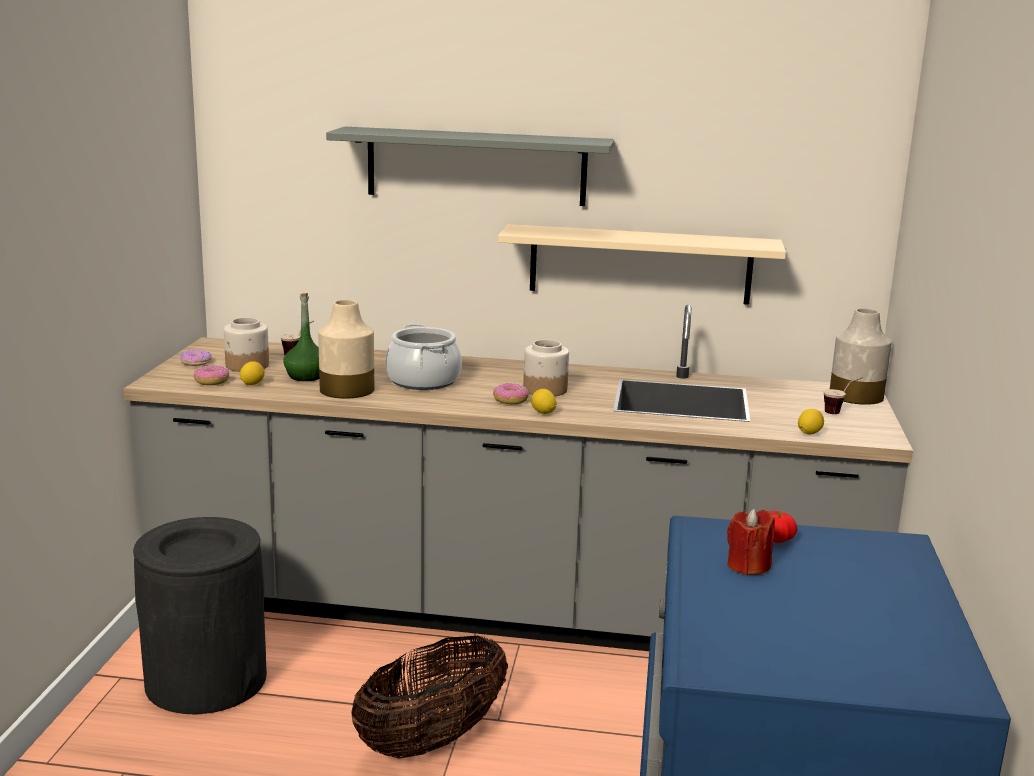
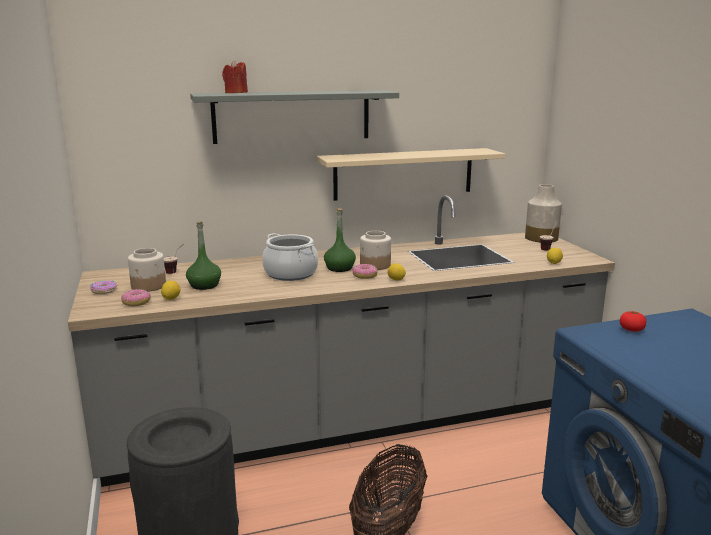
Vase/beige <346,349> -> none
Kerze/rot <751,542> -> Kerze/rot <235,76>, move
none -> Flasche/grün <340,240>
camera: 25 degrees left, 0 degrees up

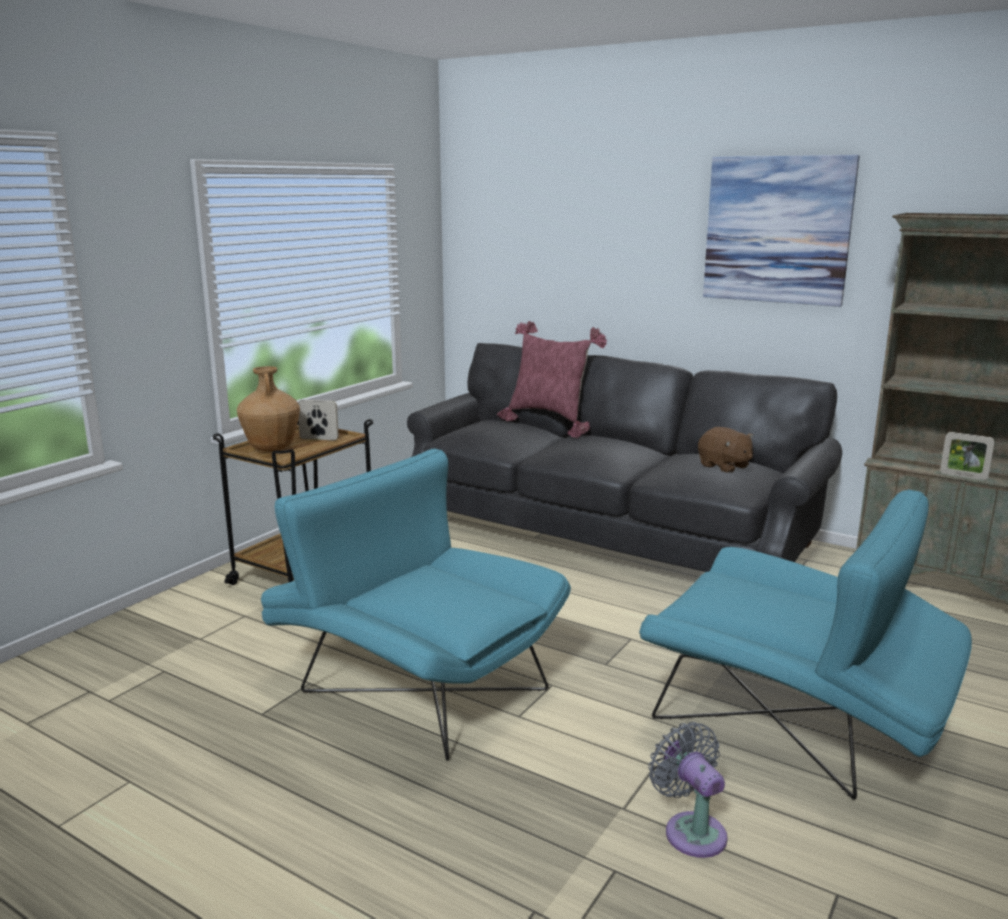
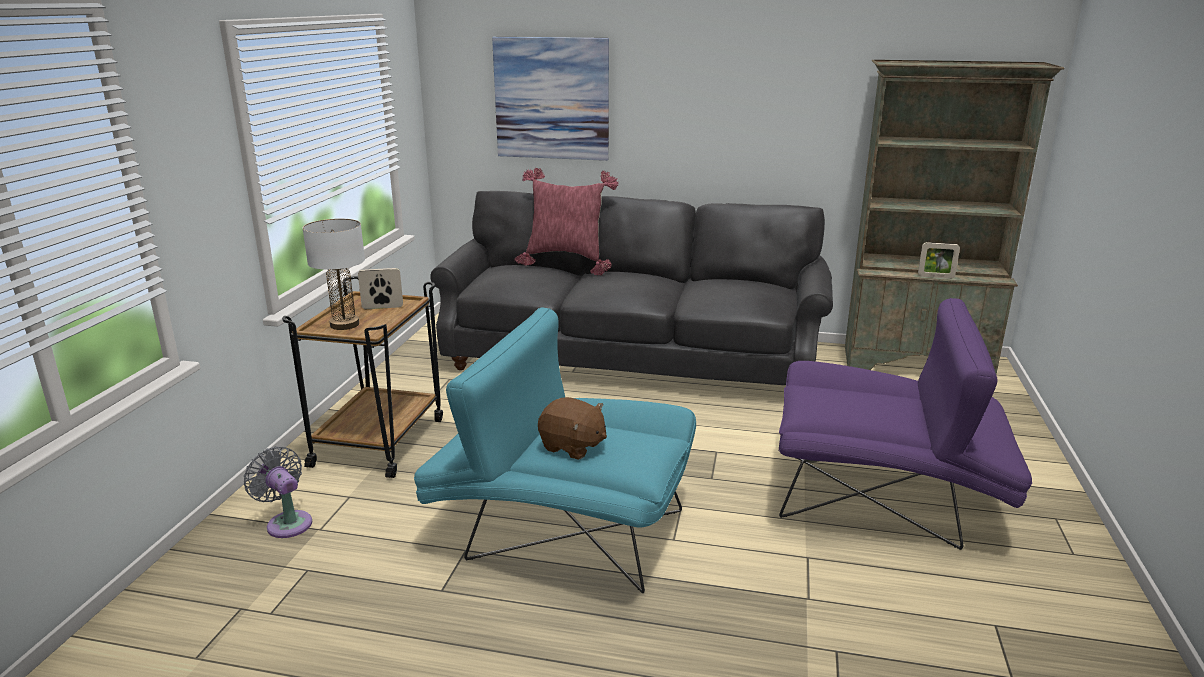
Vase/braun <268,409> -> Tischlampe <334,274>
Sessel/türkis <805,644> -> Sessel/lila <905,424>
Ventilator/grau <688,790> -> Ventilator/grau <278,492>, move
Plüschtier/braun <725,450> -> Plüschtier/braun <572,428>, move
Bild <781,231> -> Bild <550,99>, move
camera: 20 degrees left, 5 degrees up

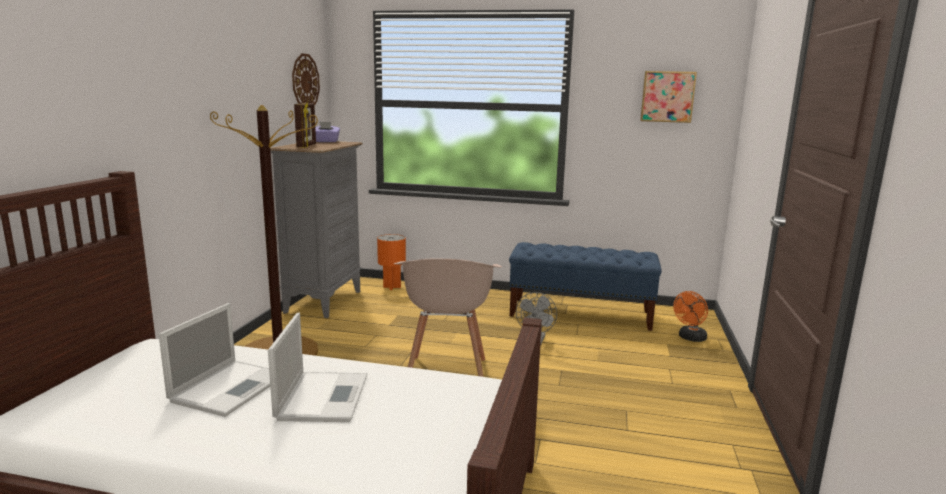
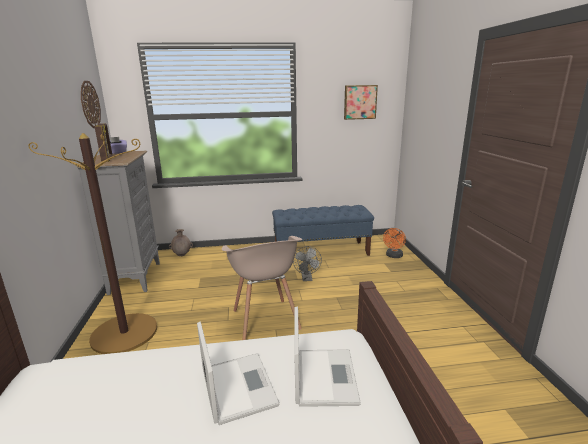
Laptop <214,360> -> Laptop <327,357>, move
Tischlampe/orange <391,262> -> Vase/braun <181,242>
camera: 20 degrees left, 5 degrees up

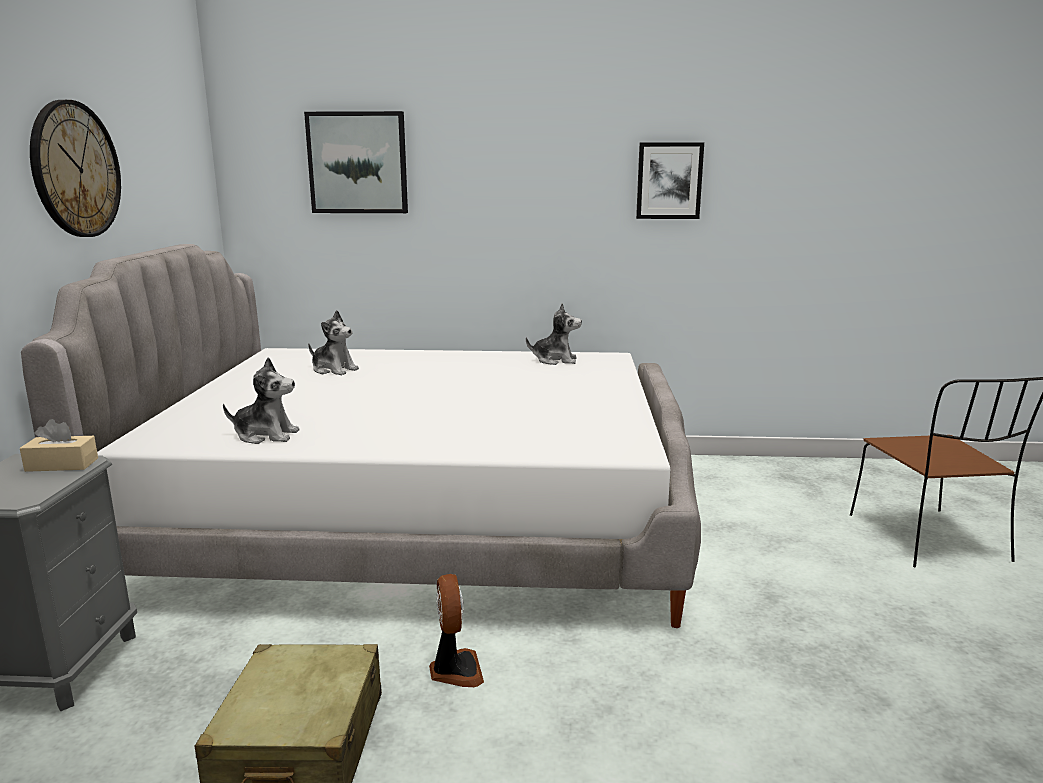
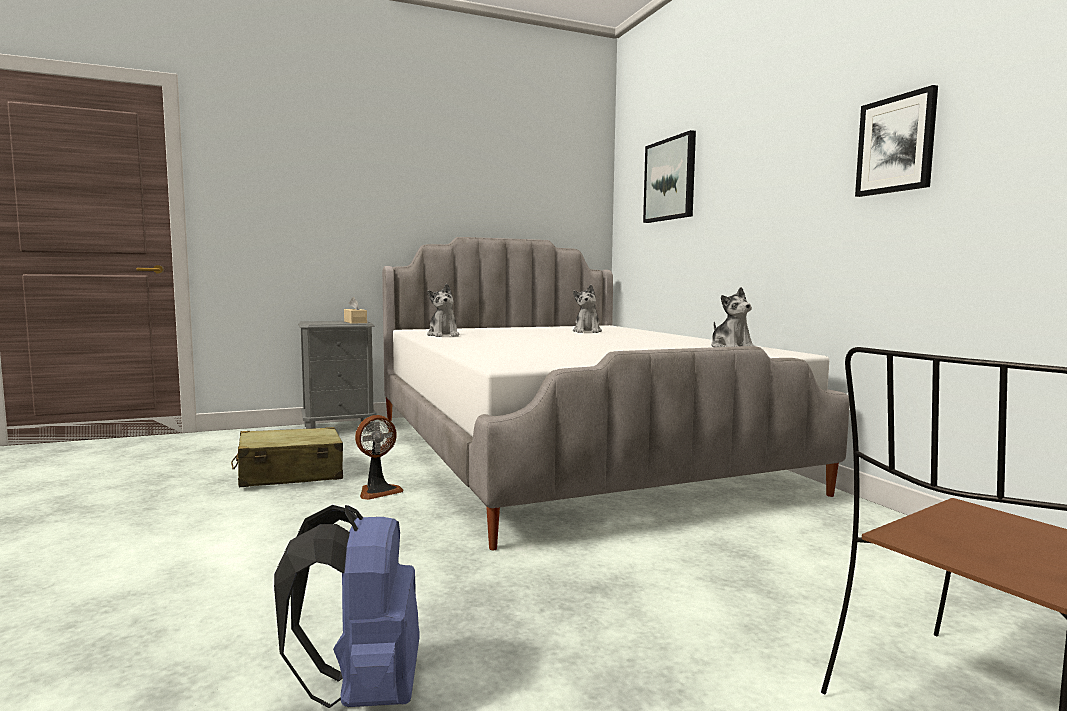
Wanduhr <75,168> -> none
none -> Rucksack/blau <347,606>
camera: 65 degrees right, 10 degrees down

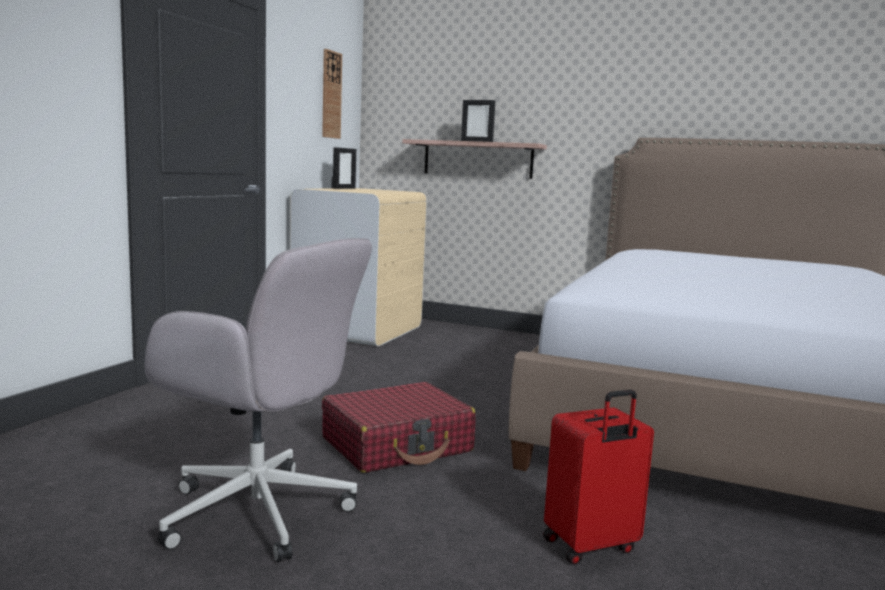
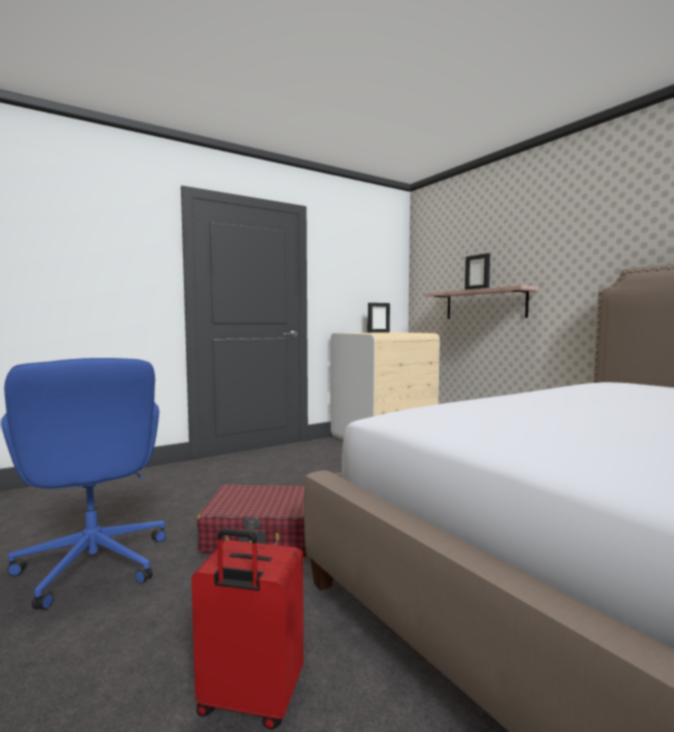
Bürostuhl/grau <258,400> -> Bürostuhl/blau <83,484>
Wanduhr <332,94> -> none
camera: 35 degrees right, 5 degrees down

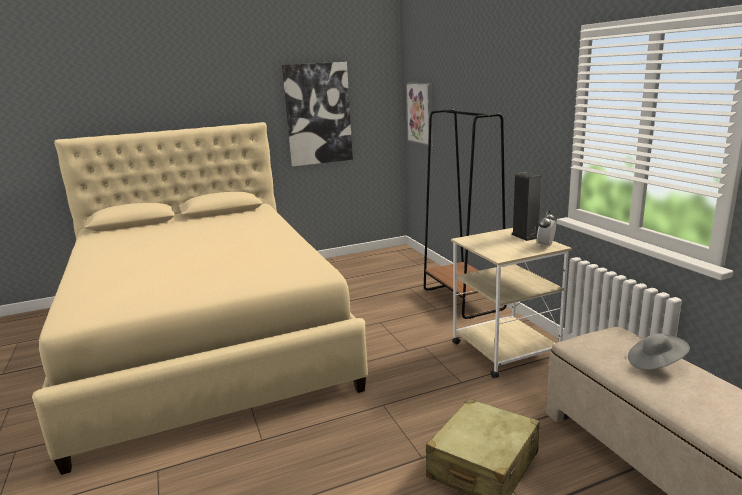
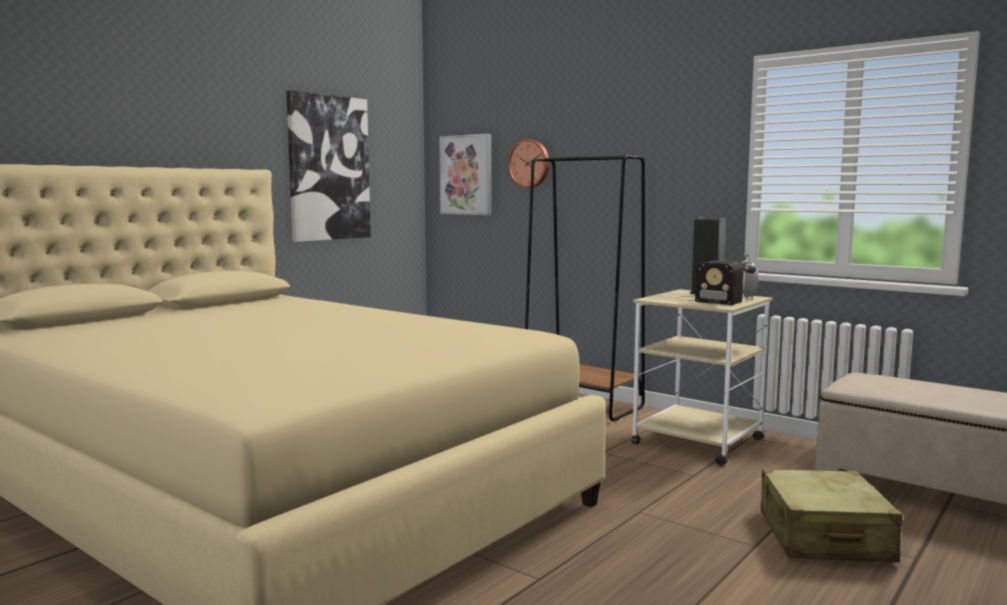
Hut/grau <659,351> -> none
none -> Wanduhr <528,163>
none -> Radio <710,282>
camera: 30 degrees left, 10 degrees down

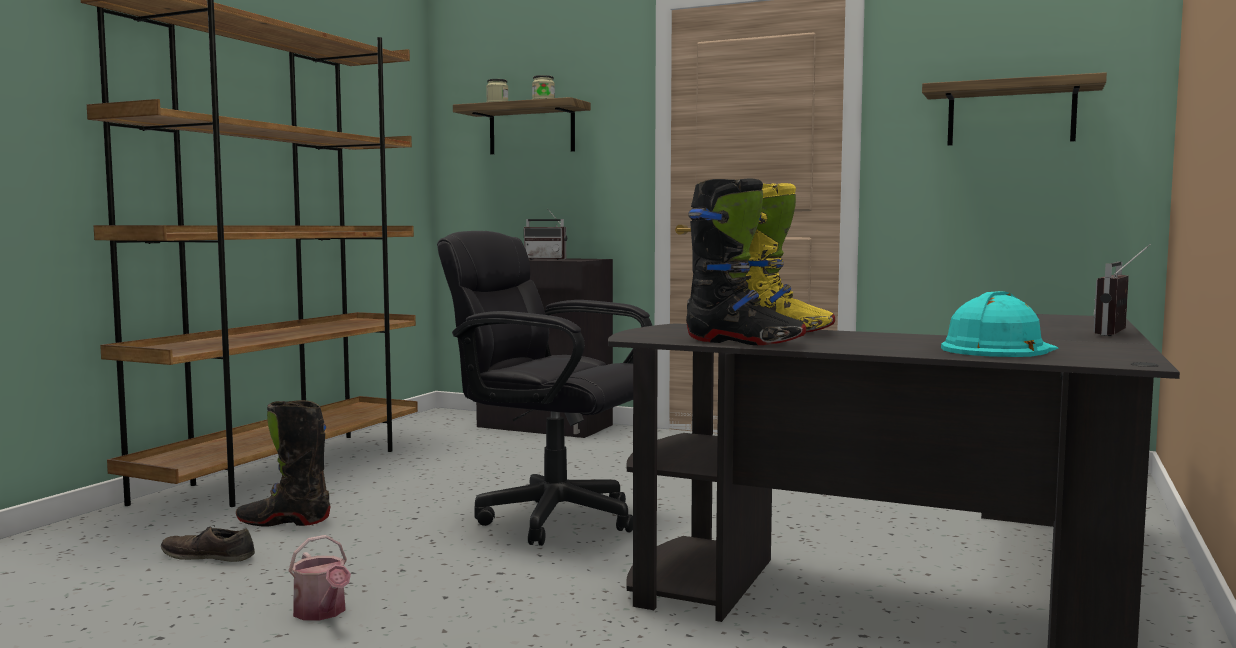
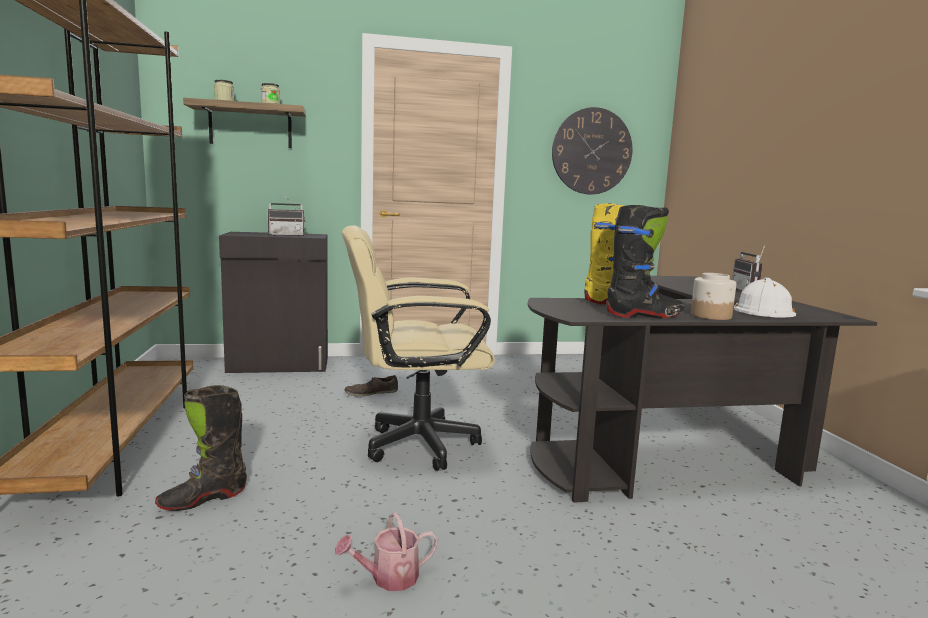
Schuh/braun <208,543> -> Schuh/braun <371,386>, move
Gießkanne <319,578> -> Gießkanne <386,551>, 135 degrees clockwise
Bürostuhl/schwarz <544,388> -> Bürostuhl/beige <418,348>
Wandregal <1014,109> -> Wanduhr <592,151>
Schutzhelm/türkis <1000,324> -> Schutzhelm/weiß <765,298>
none -> Vorratsglas <713,296>
camera: 35 degrees left, 5 degrees up

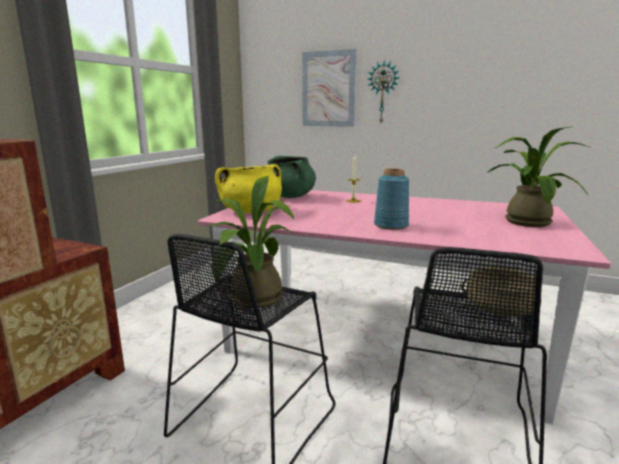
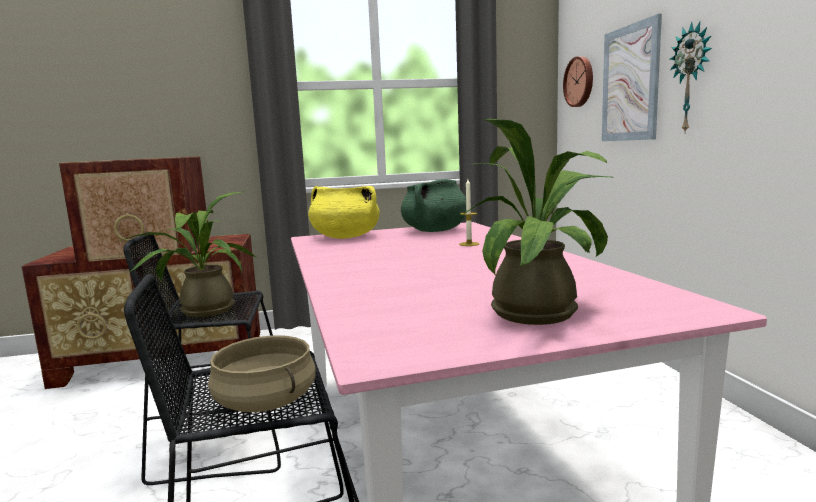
Vase/blau <391,199> -> none
none -> Wanduhr <578,81>
camera: 55 degrees right, 5 degrees down

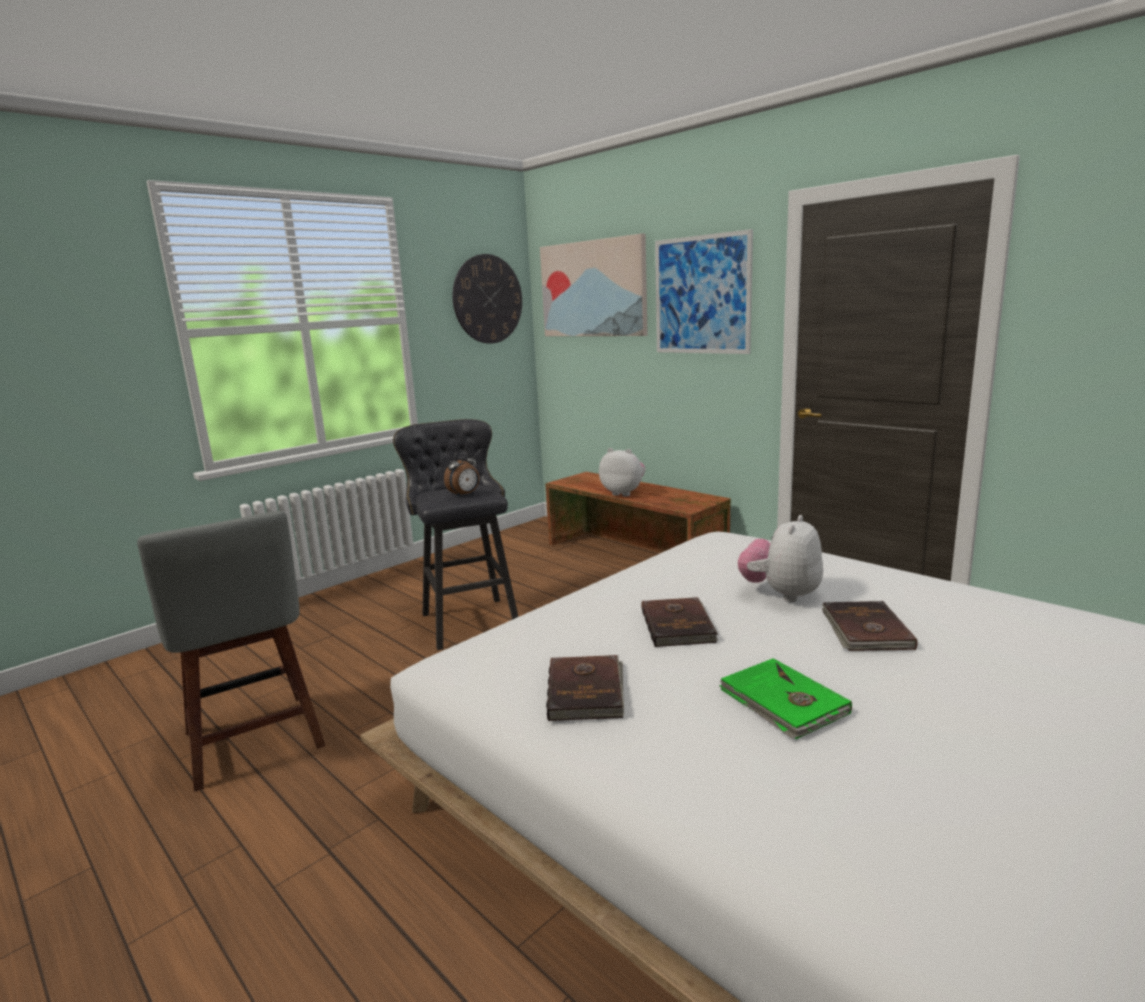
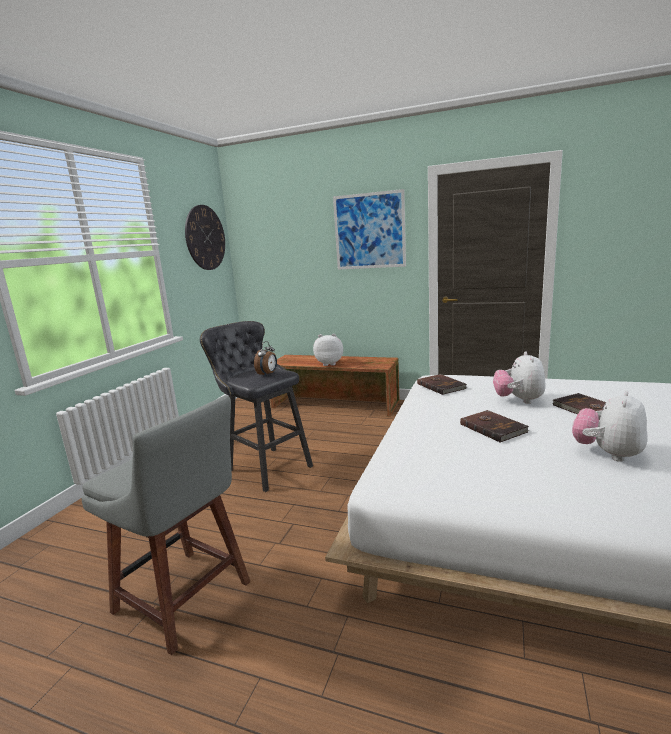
Bild <594,285> -> none
Buch/braun <585,688> -> Buch/braun <442,384>, move
Buch/grün <785,698> -> Plüschtier <609,426>
camera: 25 degrees left, 0 degrees up

